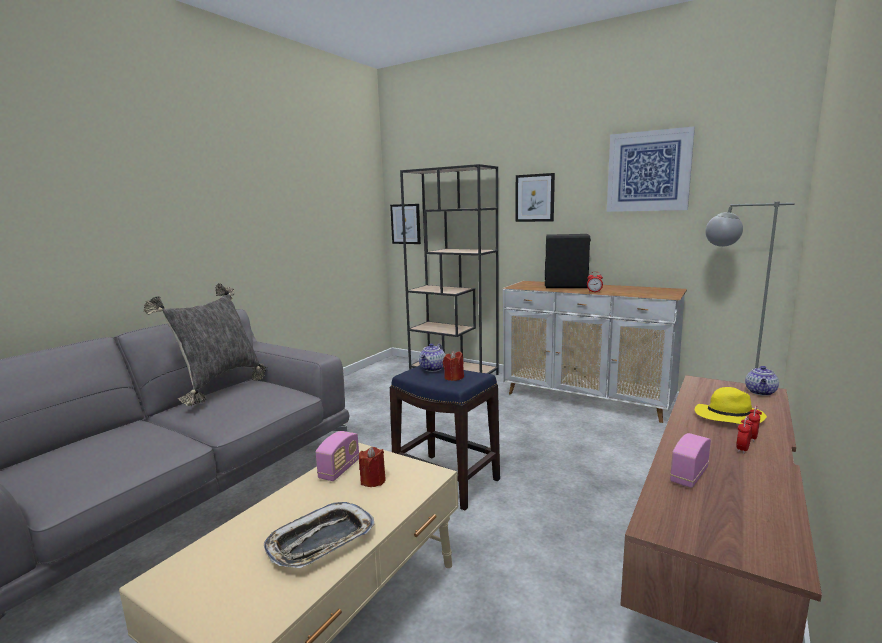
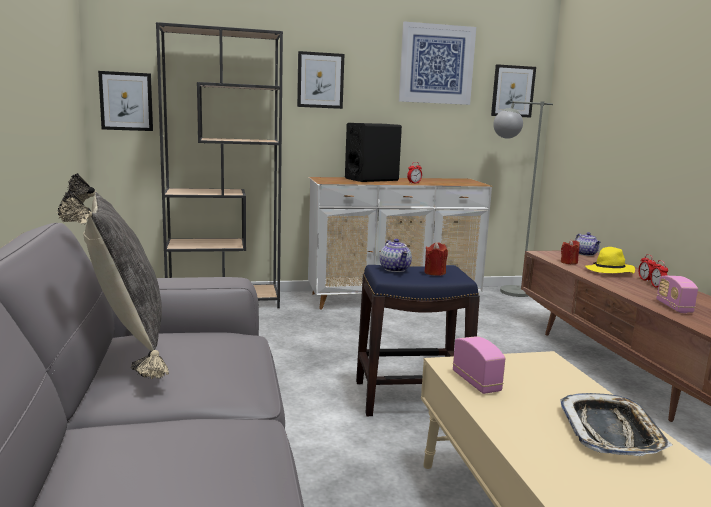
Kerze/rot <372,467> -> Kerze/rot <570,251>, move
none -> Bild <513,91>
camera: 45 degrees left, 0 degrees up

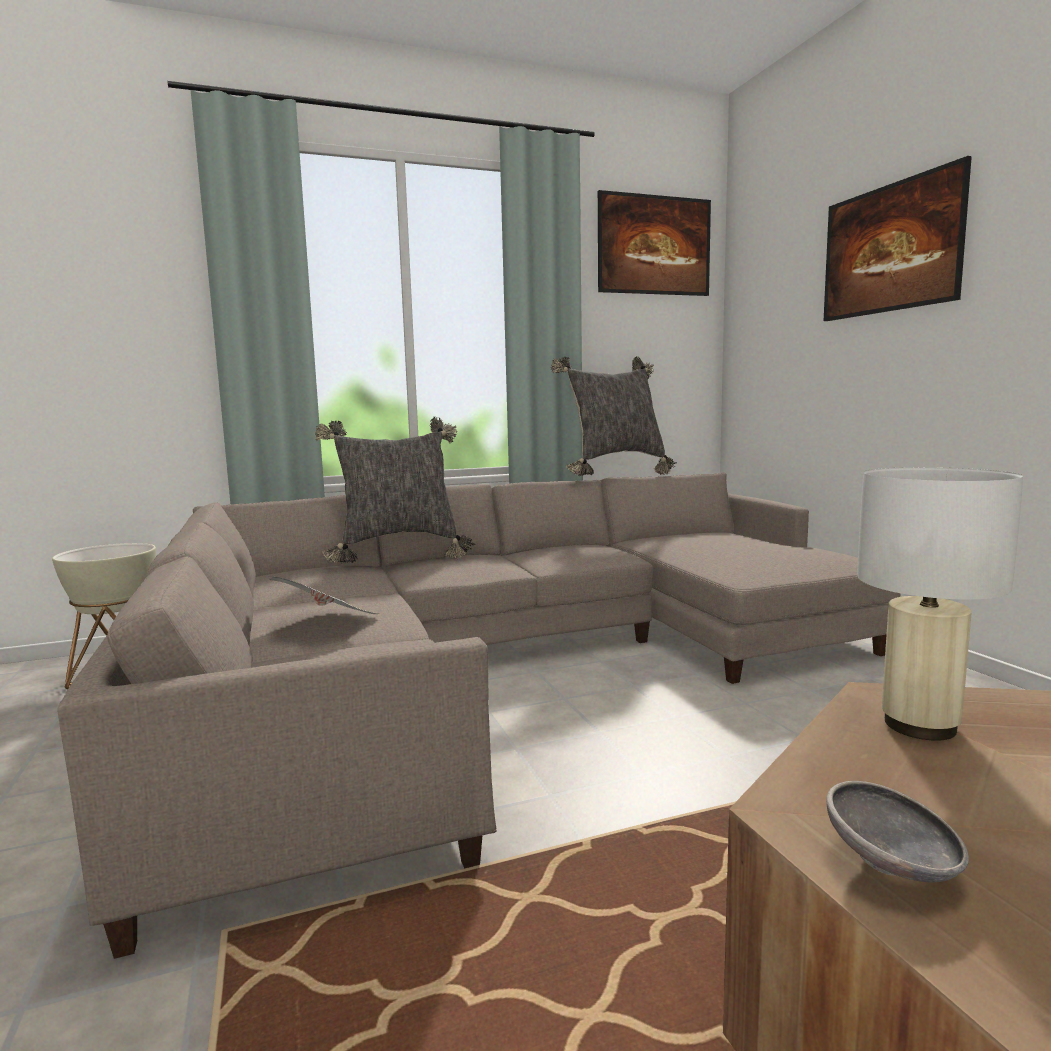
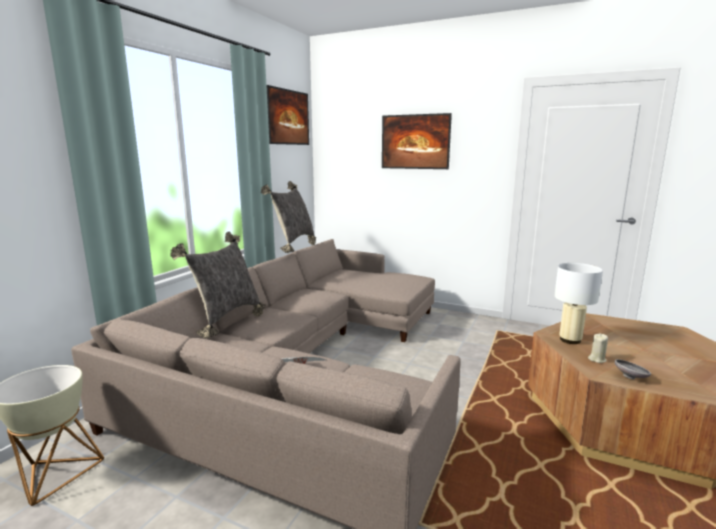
none -> Kerze/beige <598,348>
camera: 45 degrees left, 5 degrees up

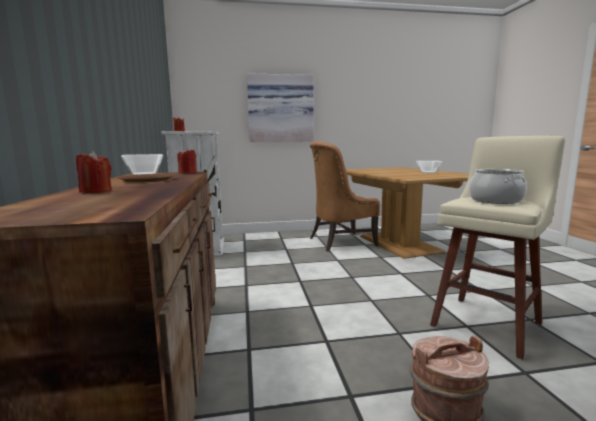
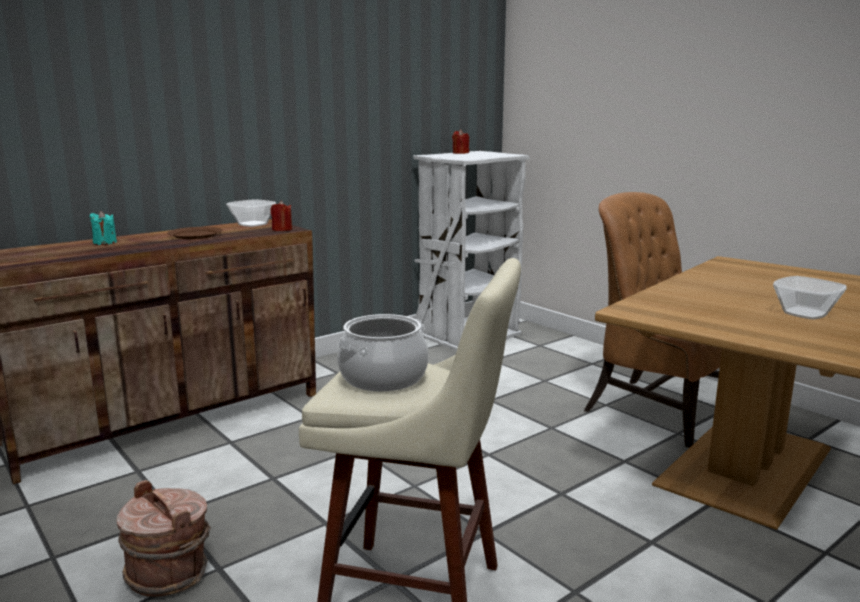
Kerze/rot <94,172> -> Kerze/türkis <103,228>
Bild <280,107> -> none
camera: 60 degrees right, 5 degrees up

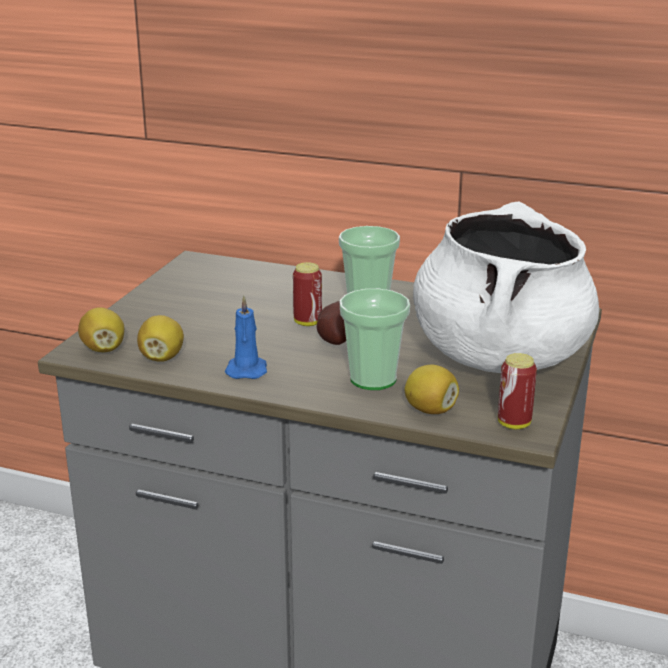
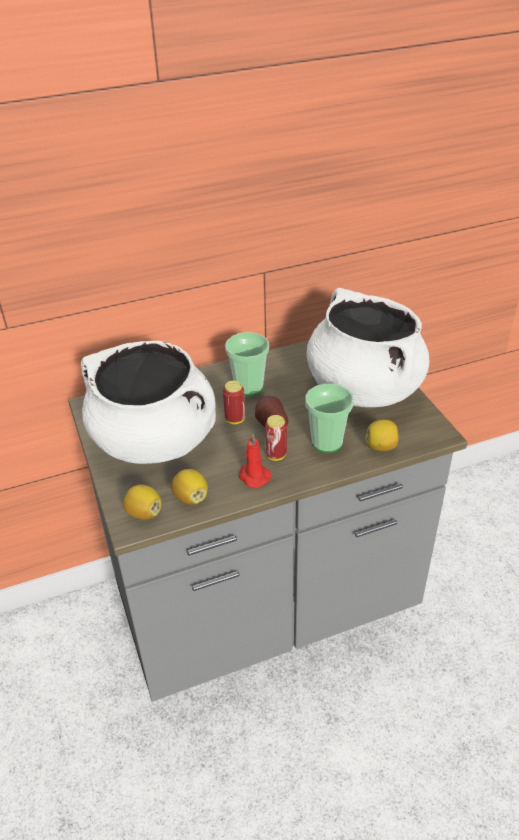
Kerze/blau <246,337> -> Kerze/rot <255,460>
Dose <517,391> -> Dose <276,438>, move
none -> Kochtopf/weiß <148,402>
camera: 40 degrees left, 15 degrees up

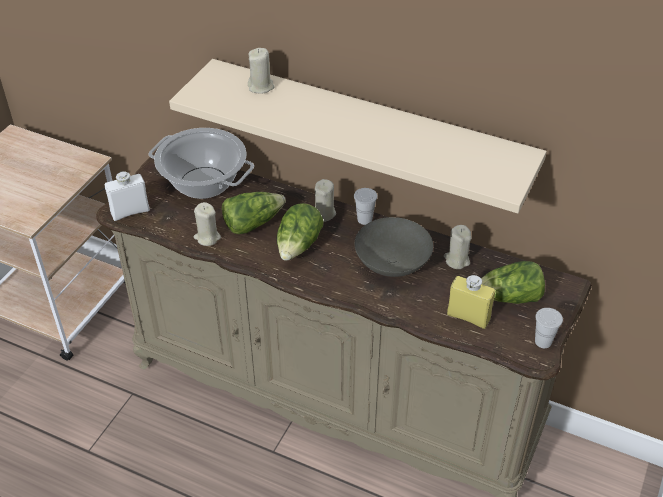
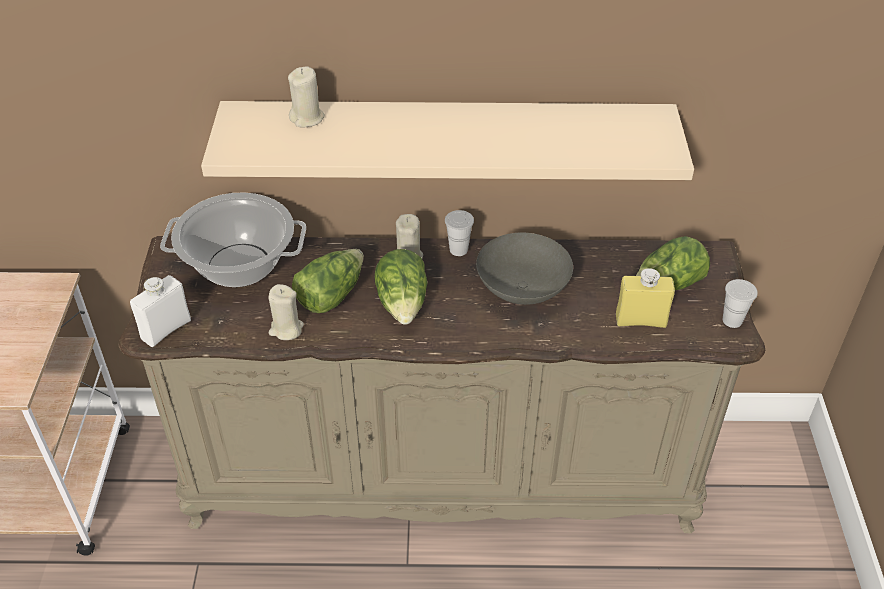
Kerze/beige <457,247> -> none
camera: 25 degrees left, 0 degrees up

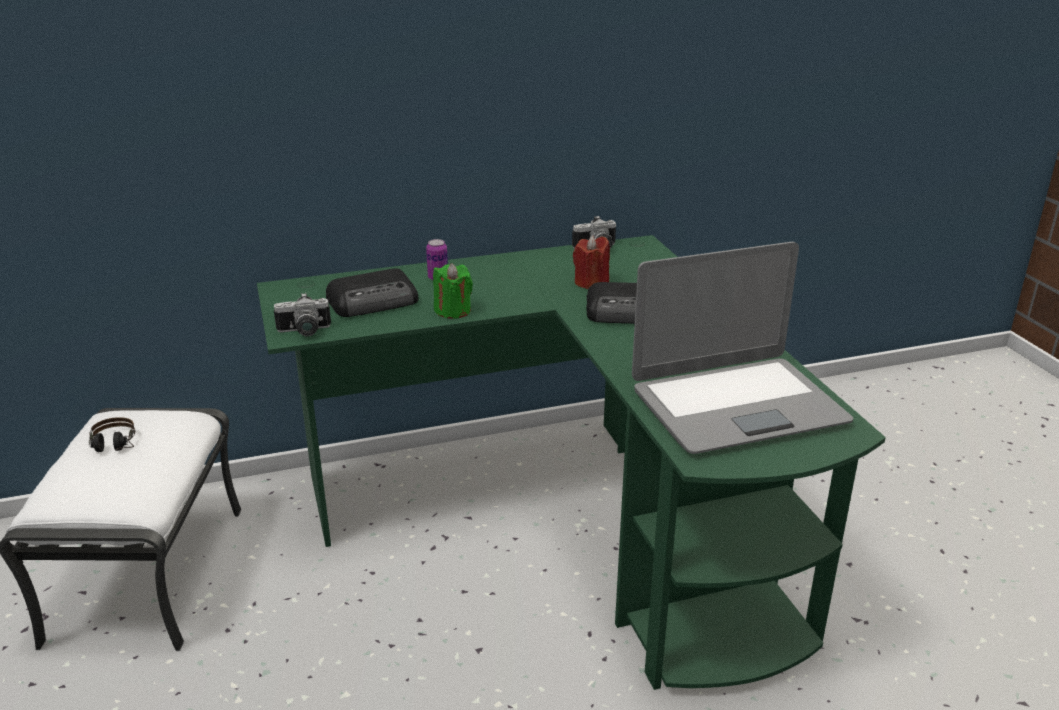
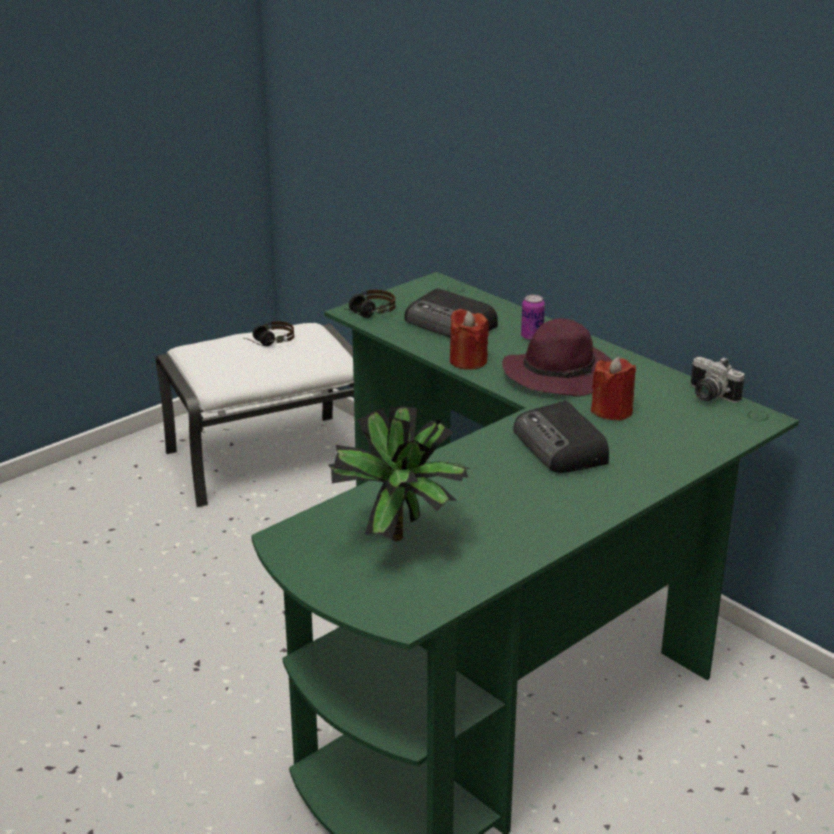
Kamera <302,315> -> Kopfhörer <369,304>
Kerze/grün <453,291> -> Kerze/rot <469,339>
Laptop <742,348> -> Topfpflanze <399,473>
none -> Hut/lila <557,357>
camera: 65 degrees right, 0 degrees up

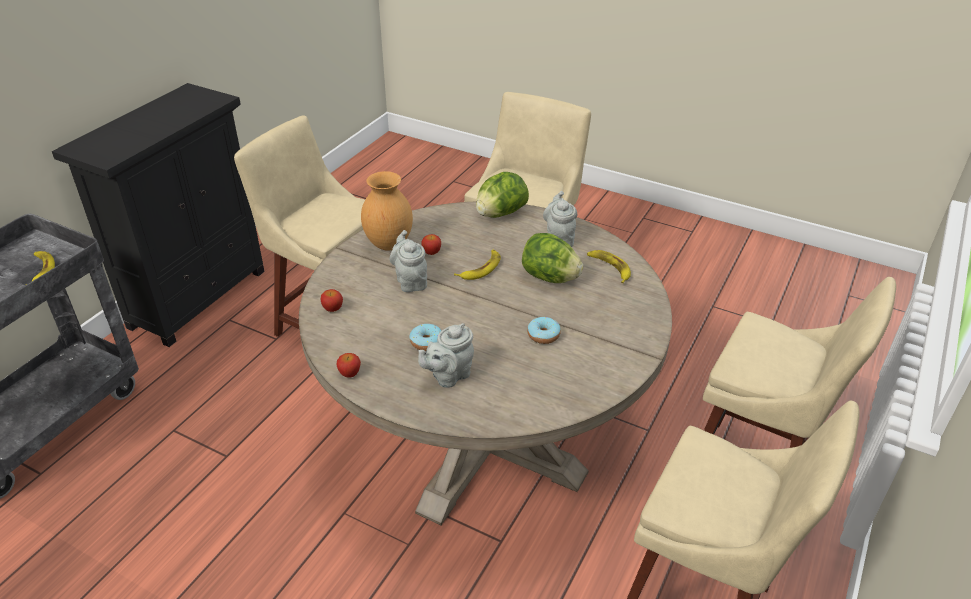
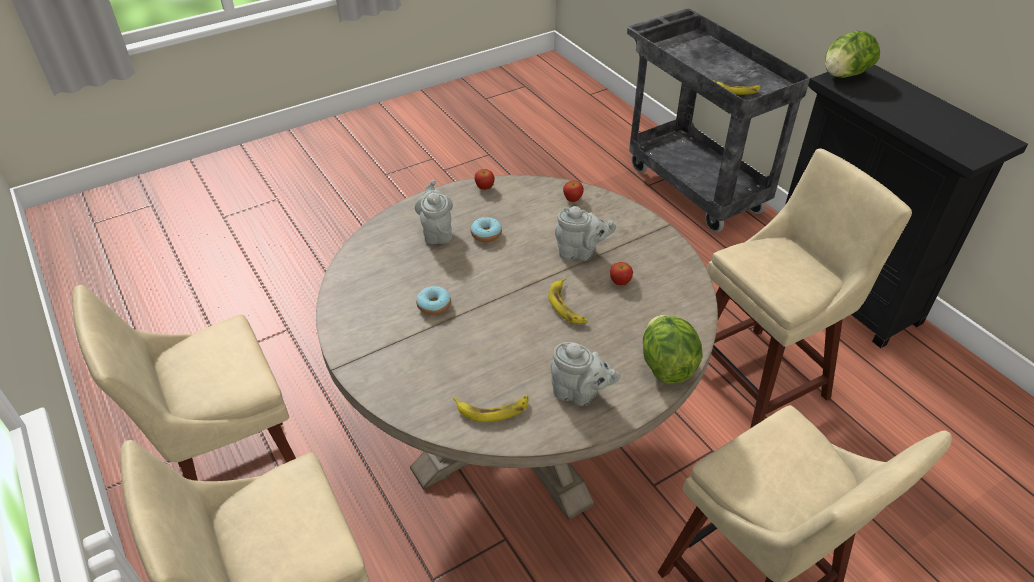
Vase/braun <387,211> -> none
Salatkopf <552,258> -> Salatkopf <852,54>, move
camera: 120 degrees right, 5 degrees up

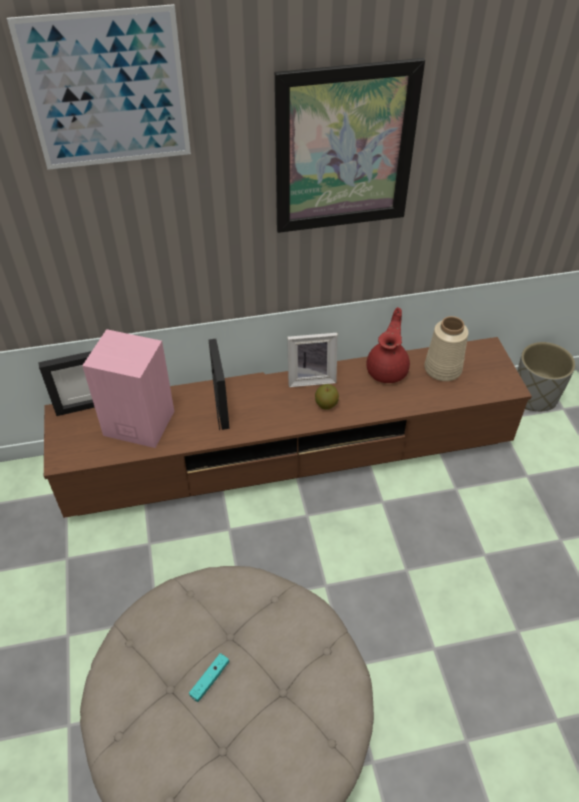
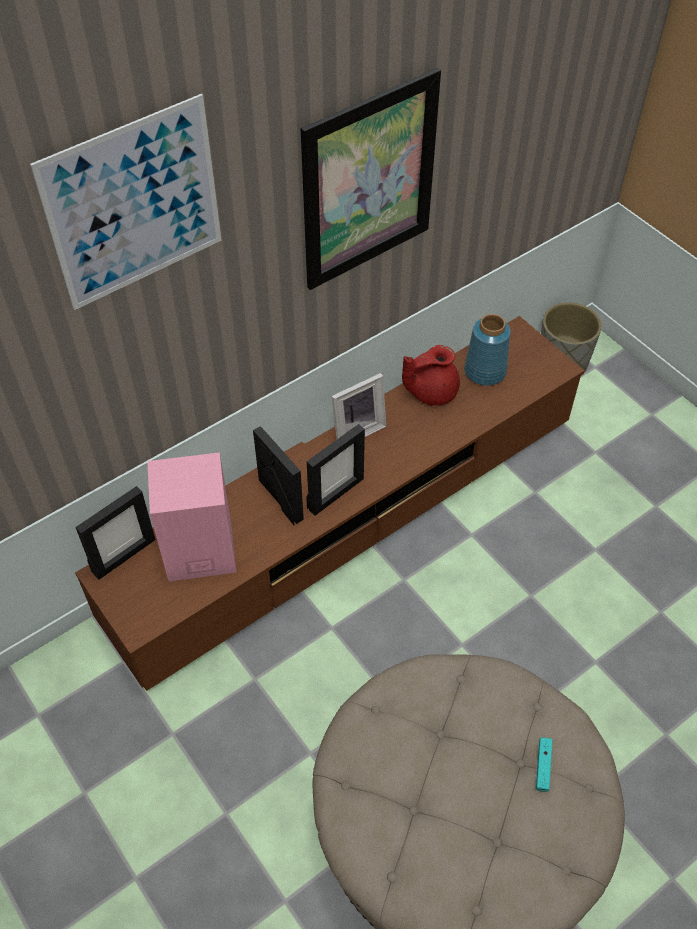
Gamepad/türkis <209,677> -> Gamepad/türkis <544,764>, move
Apfel <327,397> -> none
Teekanne/rot <388,345> -> Teekanne/rot <431,375>, 105 degrees counterclockwise
Vase/beige <446,348> -> Vase/blau <487,350>
none -> Bilderrahmen <335,470>
camera: 25 degrees left, 5 degrees up

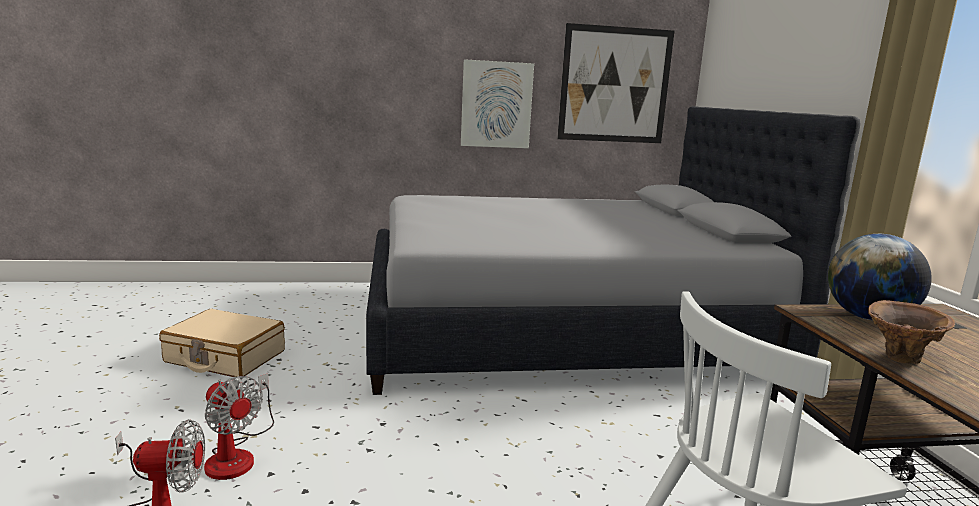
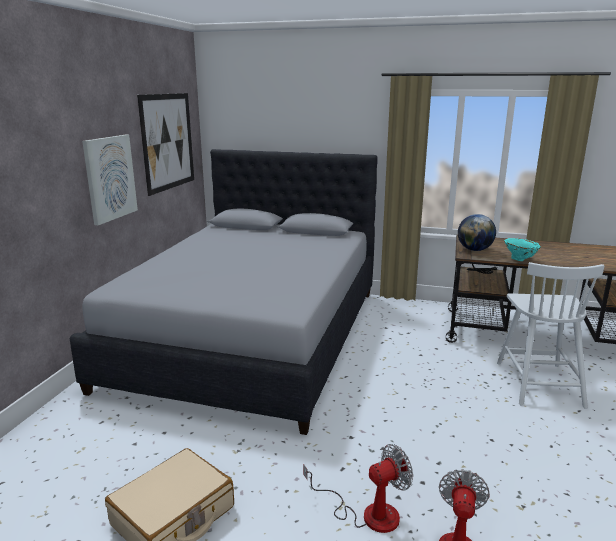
Vase/braun <911,332> -> Vase/türkis <522,249>
camera: 65 degrees left, 5 degrees up

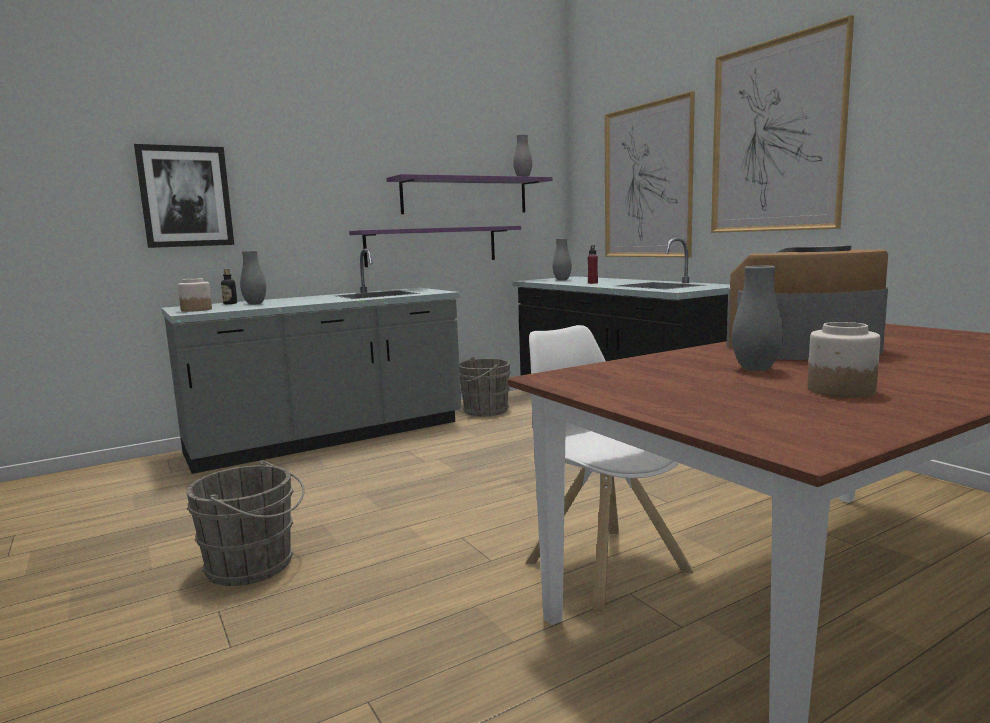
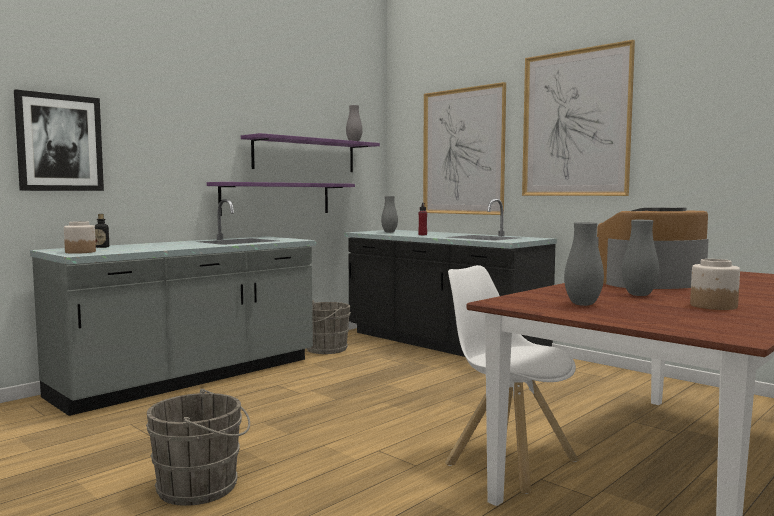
Vase/grau <253,278> -> Vase/grau <584,264>, move
camera: 15 degrees left, 5 degrees down

